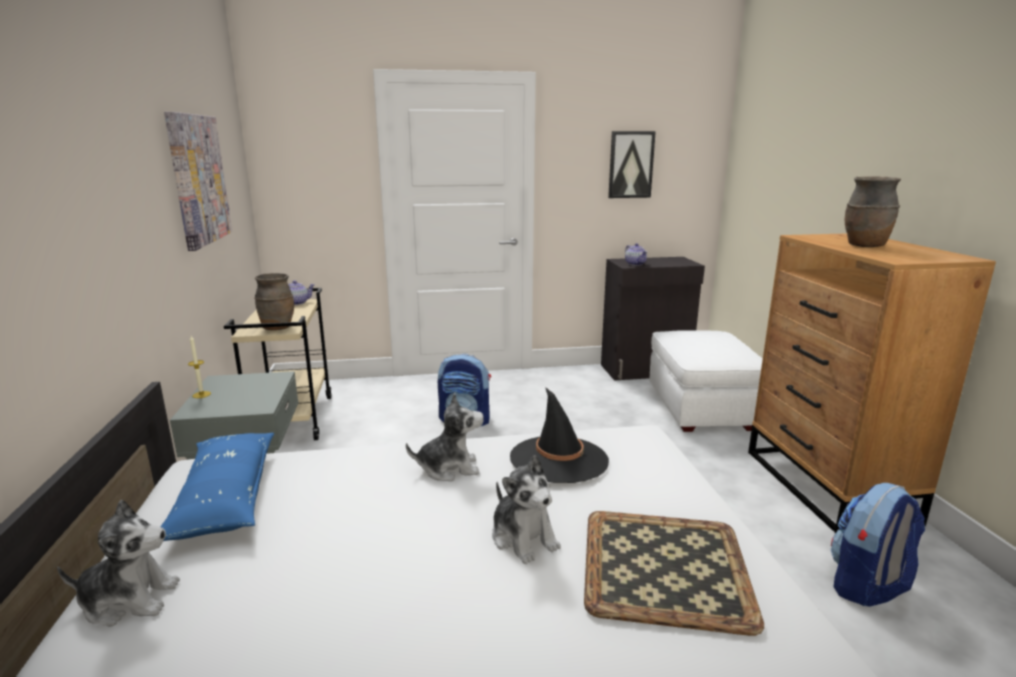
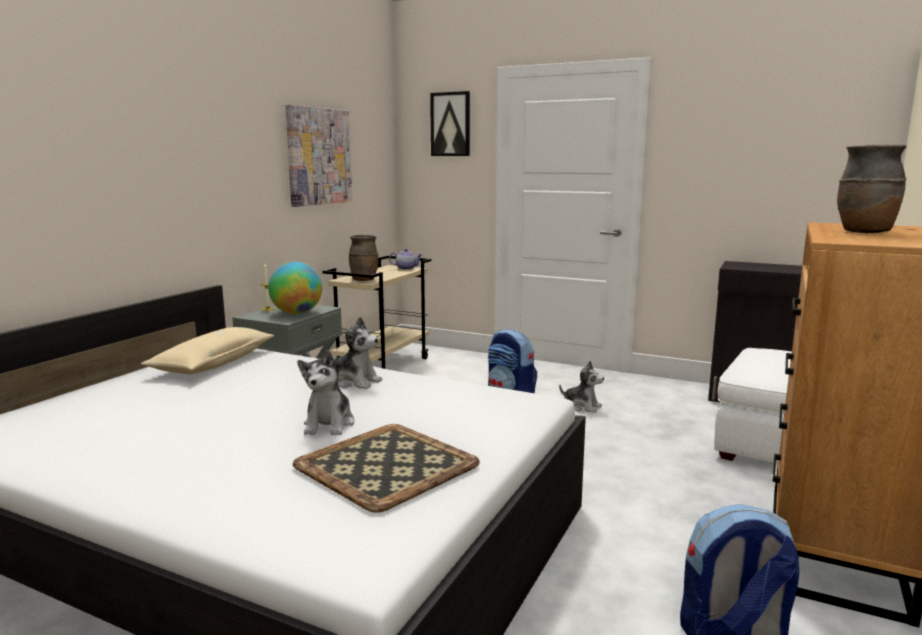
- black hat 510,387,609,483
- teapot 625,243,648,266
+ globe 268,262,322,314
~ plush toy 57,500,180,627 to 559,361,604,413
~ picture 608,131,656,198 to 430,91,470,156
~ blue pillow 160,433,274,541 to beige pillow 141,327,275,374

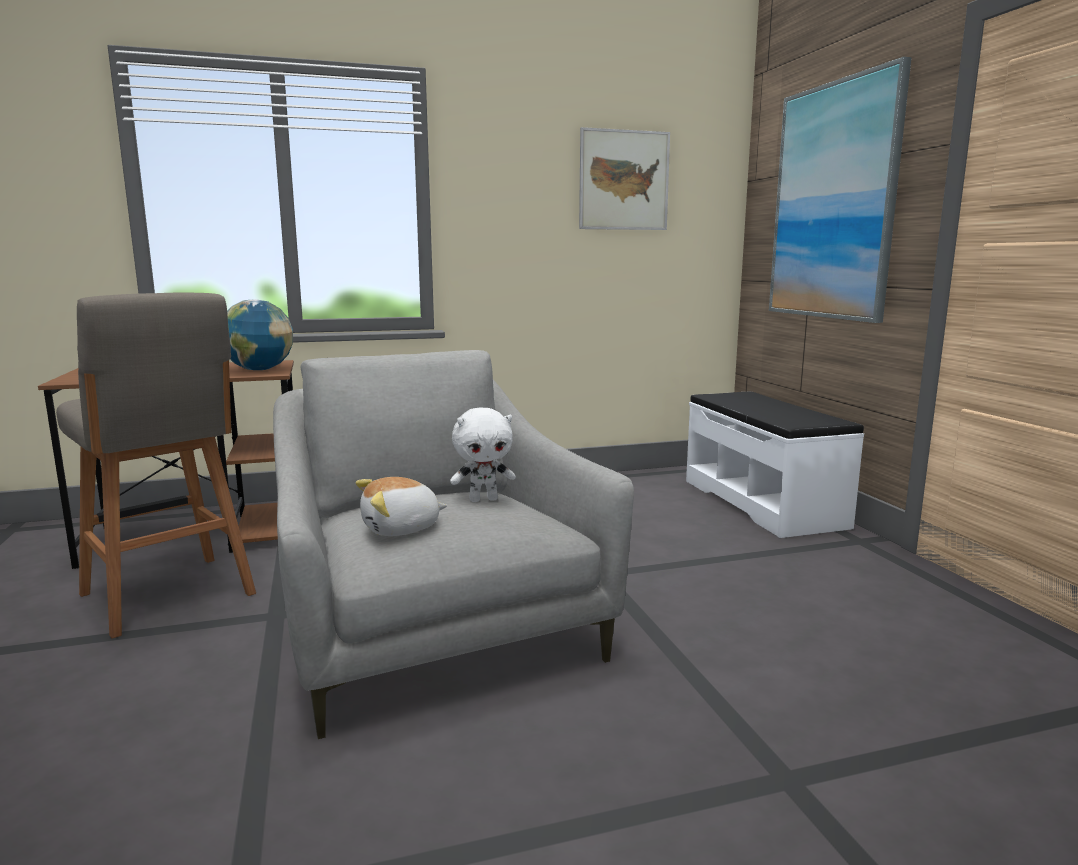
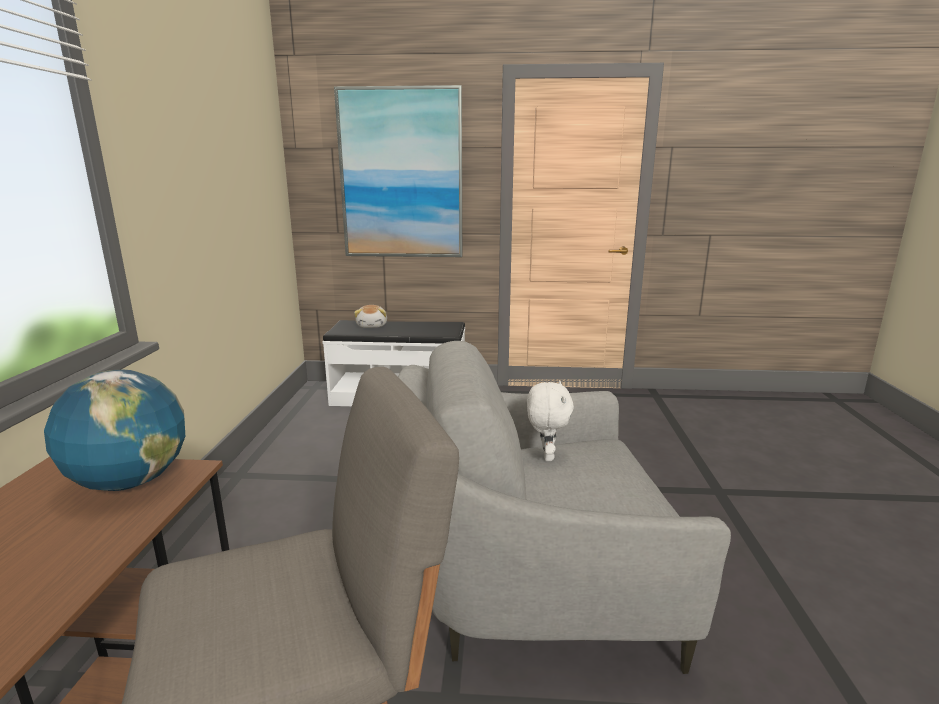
- picture 579,127,670,230
~ plush toy 356,477,448,536 to 354,305,387,328

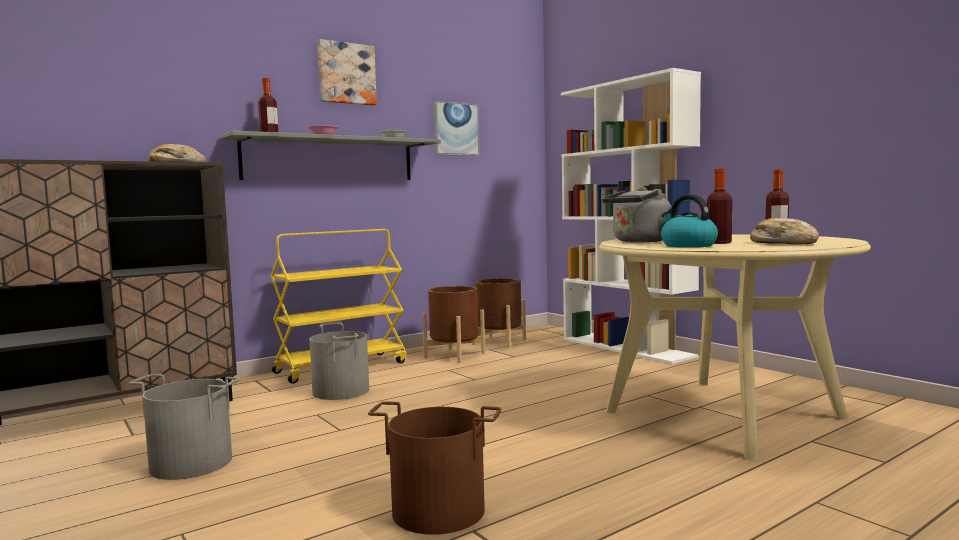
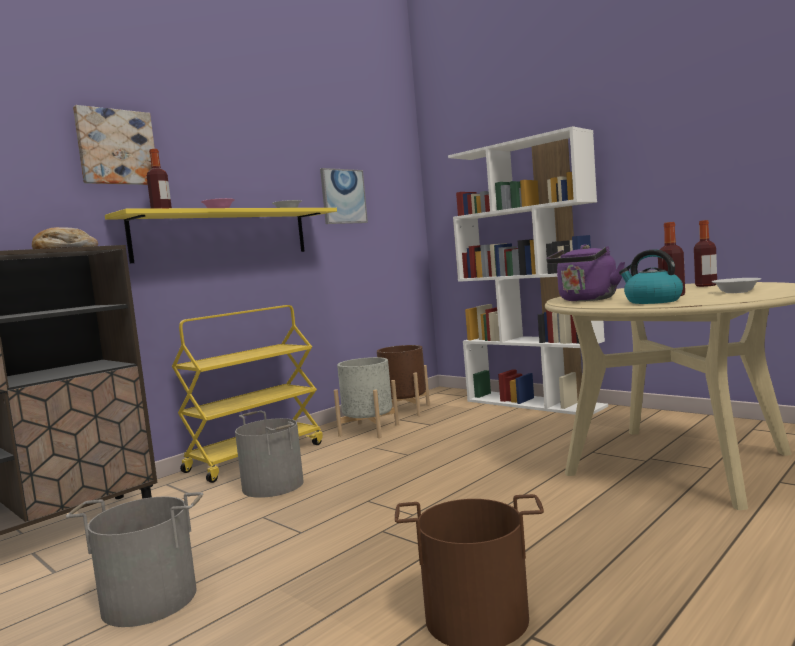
~ picture 317,39,377,106 to 73,105,155,185
~ bread 750,218,819,244 to white bowl 712,278,761,293
~ grey shelf 219,131,441,180 to yellow shelf 105,208,337,263
~ brown planter 422,286,485,363 to grey planter 334,357,399,438
~ grey kettle 602,186,672,242 to purple kettle 546,244,625,301

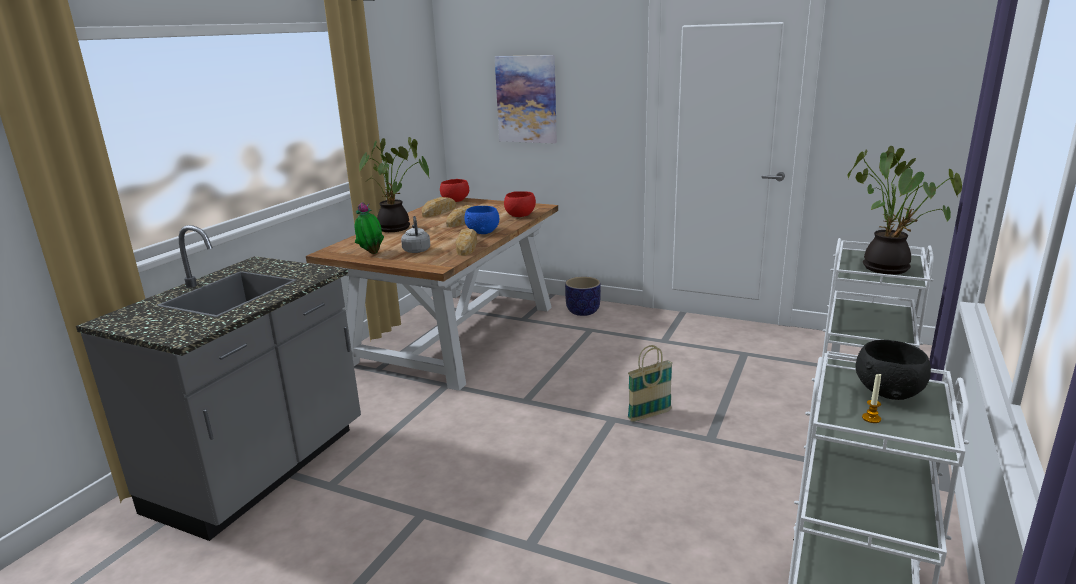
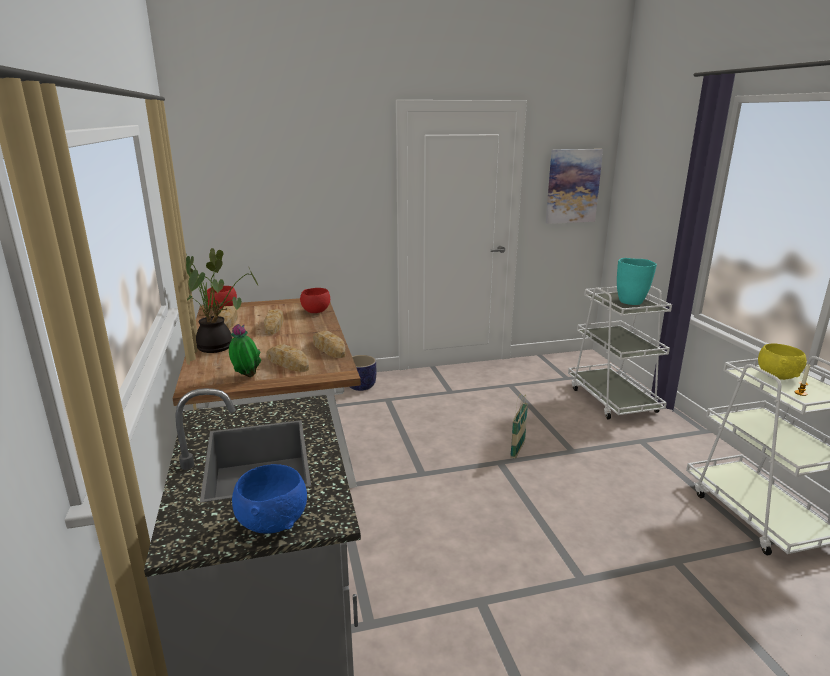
~ blue bowl 465,206,499,234 to 232,464,307,534
~ picture 495,55,557,143 to 546,149,603,224
~ grey kettle 401,216,430,253 to bread 266,344,309,372
~ potted plant 848,146,962,275 to turquoise vase 617,258,657,305
~ black bowl 856,340,931,400 to yellow bowl 758,344,807,380

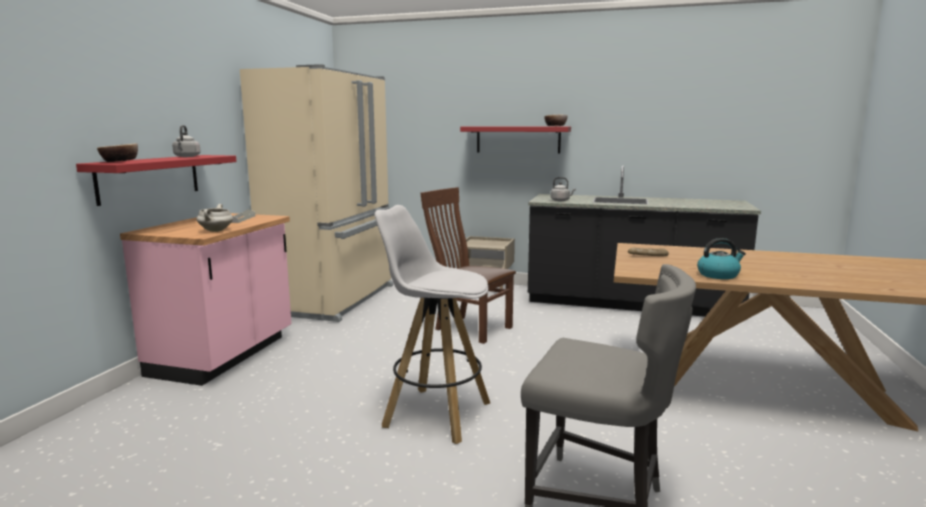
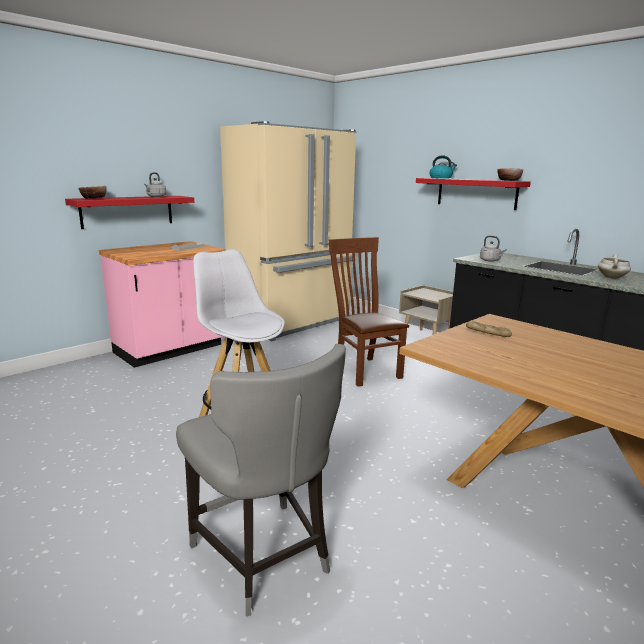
~ white cooking pot 196,204,233,232 to 598,254,631,279
~ kettle 697,238,746,279 to 430,155,457,179

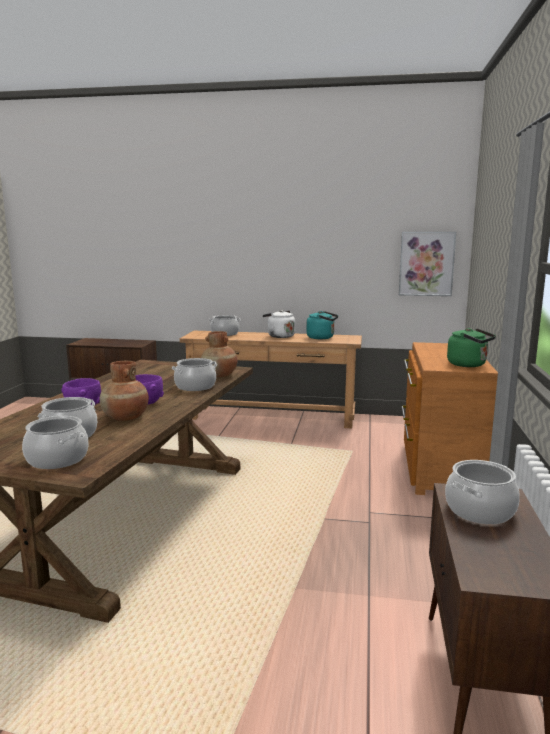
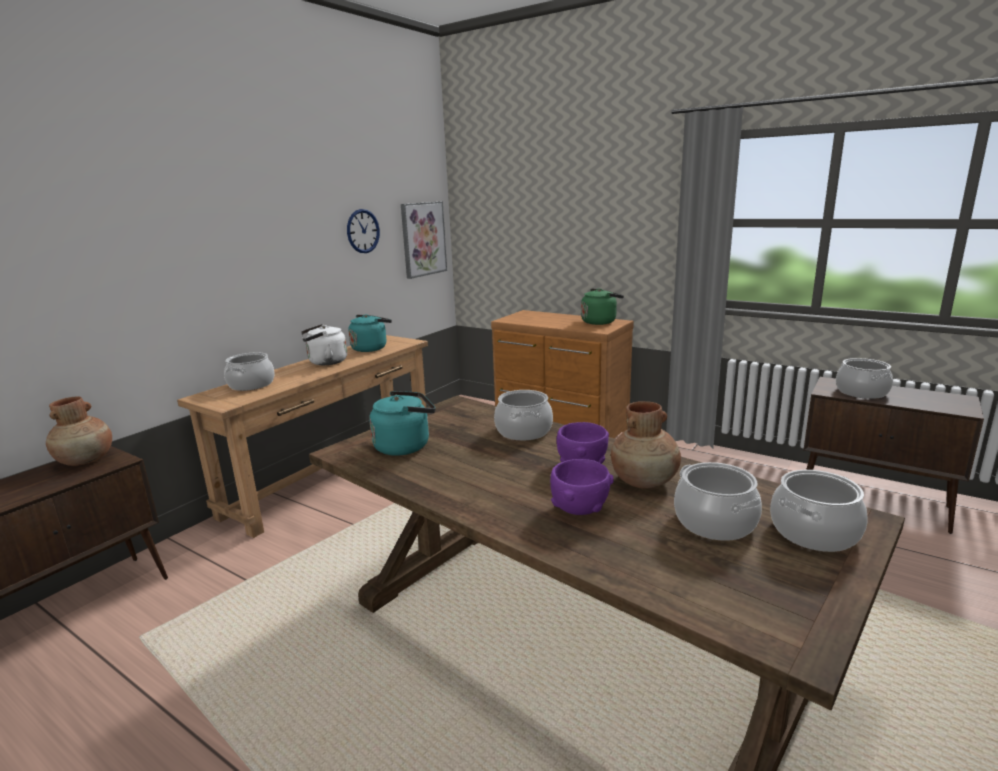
+ wall clock 347,209,380,253
+ turquoise kettle 369,391,436,456
~ brown vase 201,331,238,377 to 46,396,112,466

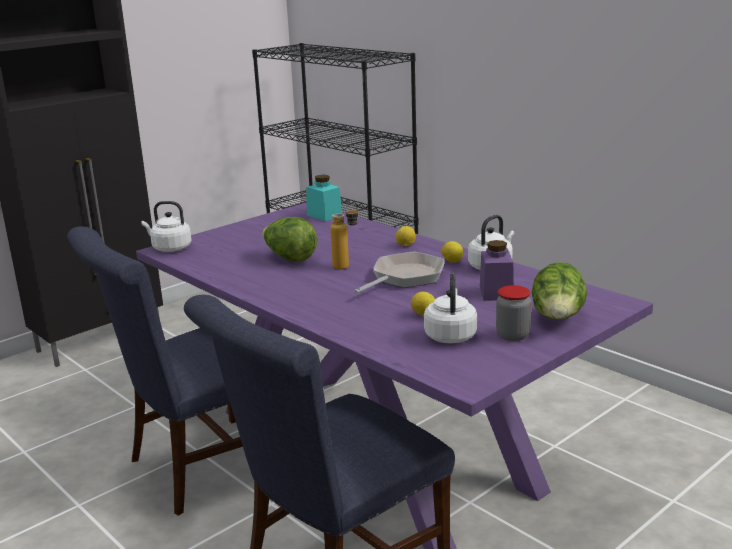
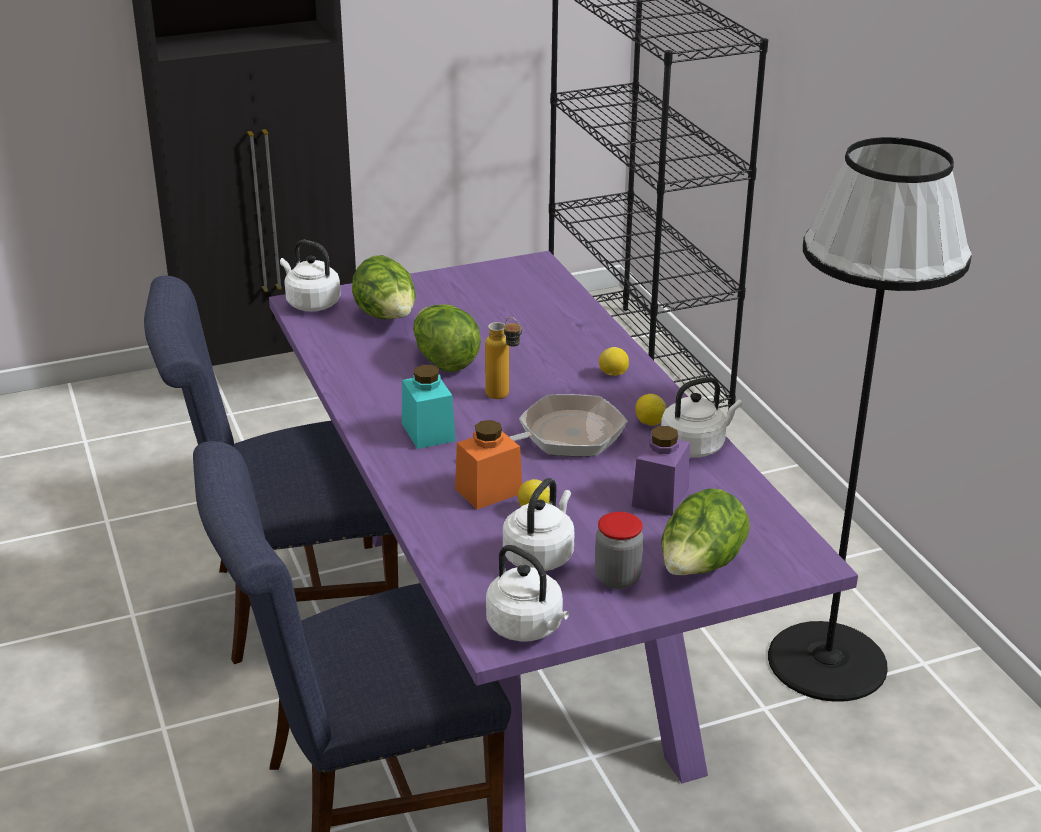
+ lettuce 352,255,416,319
+ orange jar 455,420,522,509
+ white kettle 486,545,569,642
+ black floor lamp 768,137,972,702
~ turquoise jar 306,175,342,221 to 402,365,456,449

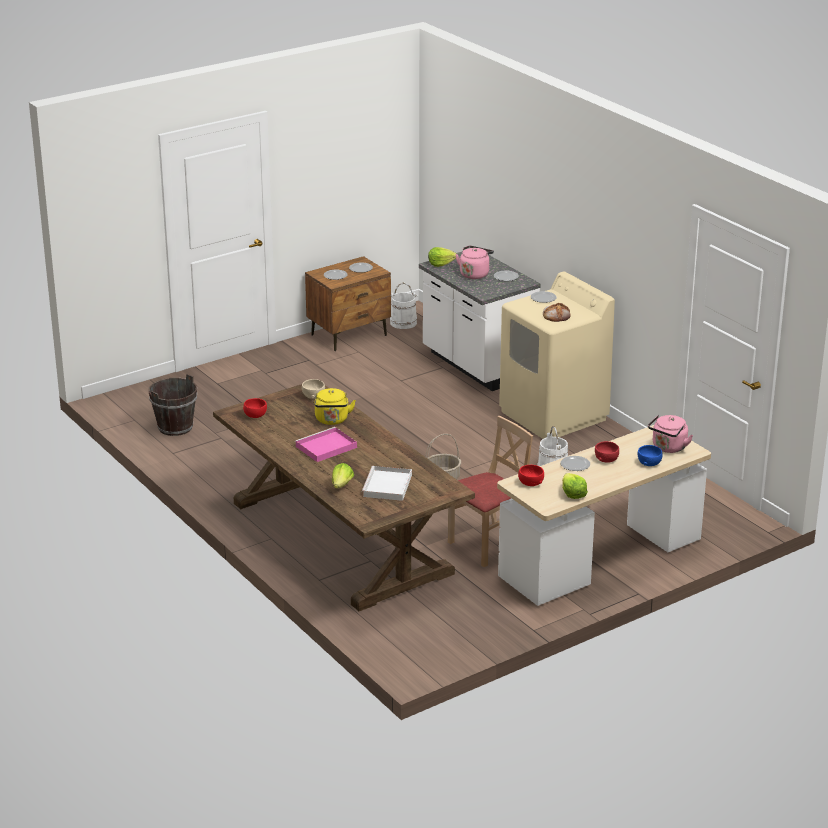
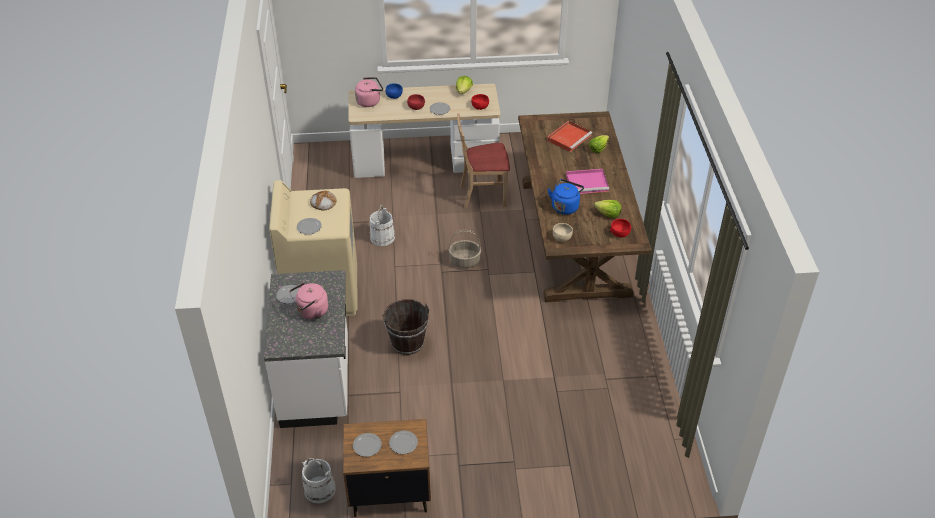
~ brown bucket 148,374,197,436 to 382,299,429,355
~ lettuce 428,247,457,267 to 594,200,621,218
~ yellow kettle 315,388,356,425 to blue kettle 548,179,584,215
~ white tray 361,466,412,501 to red tray 547,120,592,152

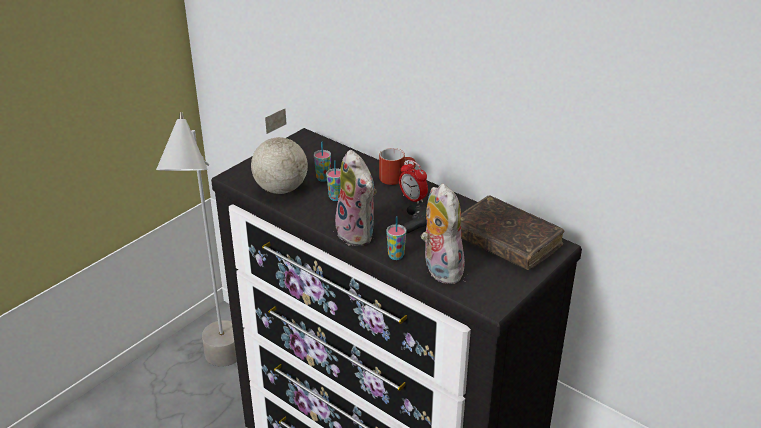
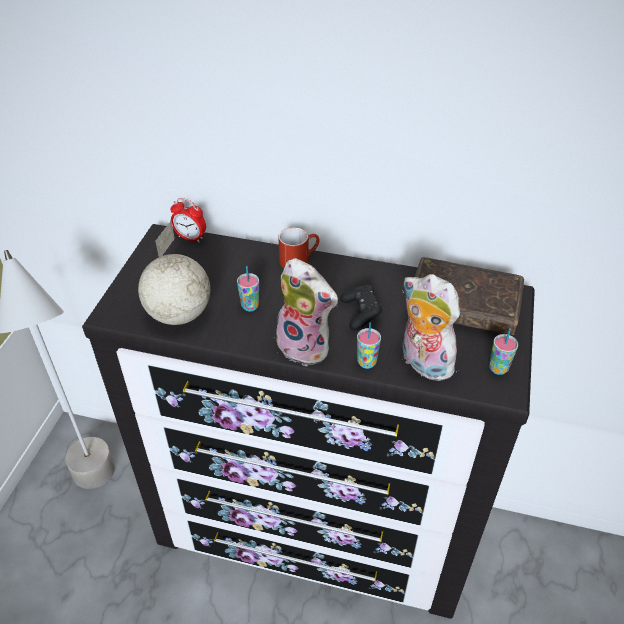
~ cup 314,142,331,182 to 489,328,518,375
~ alarm clock 399,160,428,204 to 170,198,206,243

